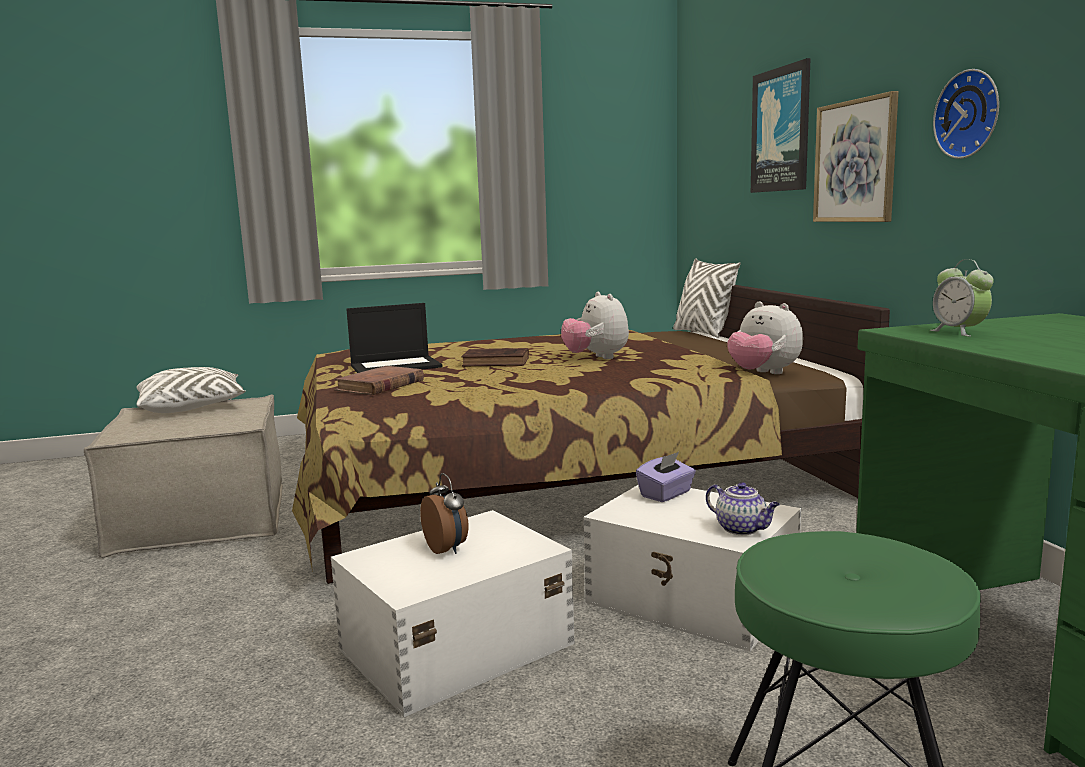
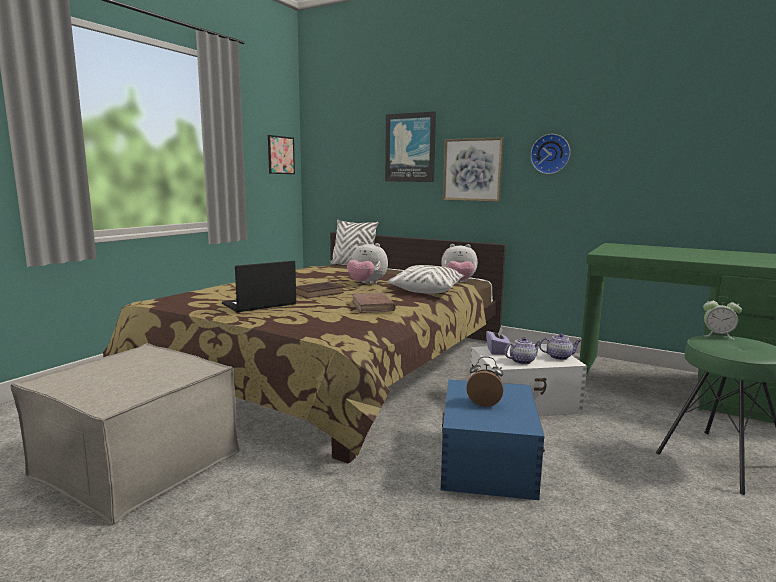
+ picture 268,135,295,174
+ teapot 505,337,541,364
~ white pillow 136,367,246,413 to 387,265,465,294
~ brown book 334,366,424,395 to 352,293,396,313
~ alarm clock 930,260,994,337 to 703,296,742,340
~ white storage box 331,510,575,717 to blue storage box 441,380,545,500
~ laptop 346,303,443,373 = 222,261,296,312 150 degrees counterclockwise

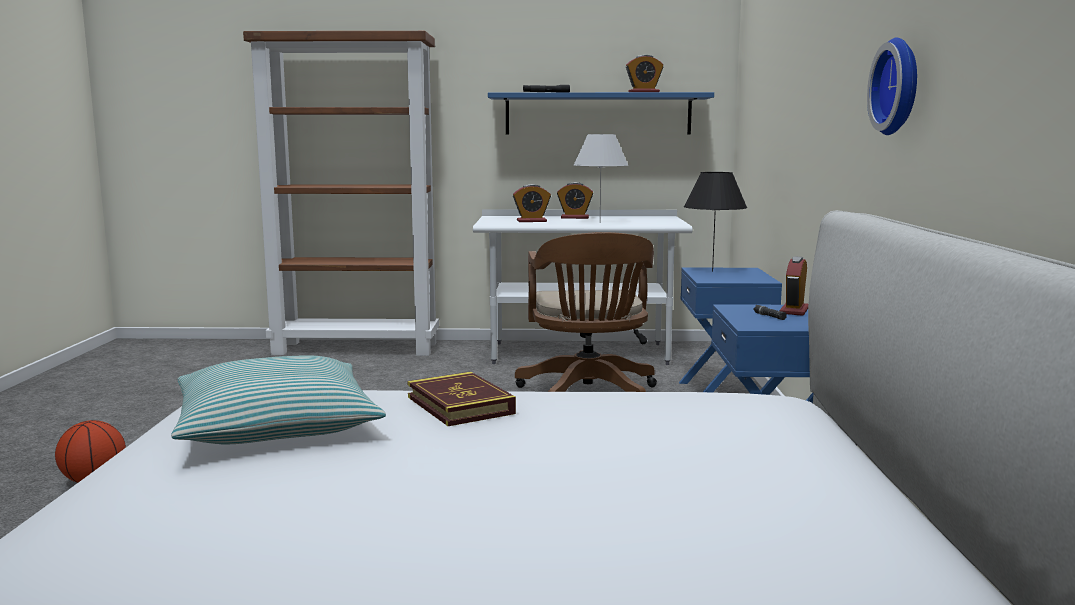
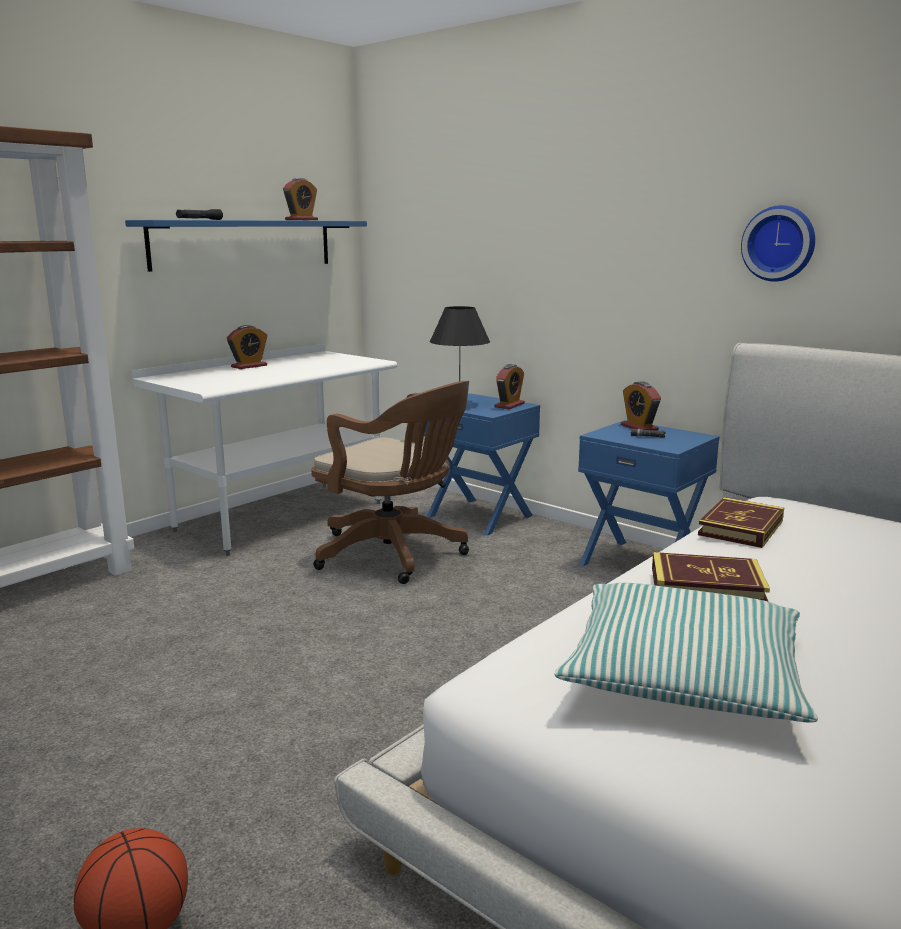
- white table lamp 574,134,628,214
+ book 698,497,784,548
~ alarm clock 513,184,551,222 to 495,364,525,409

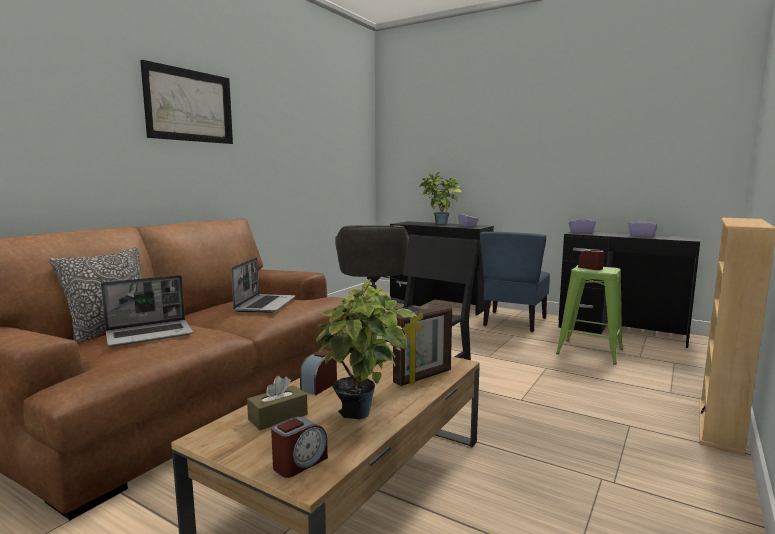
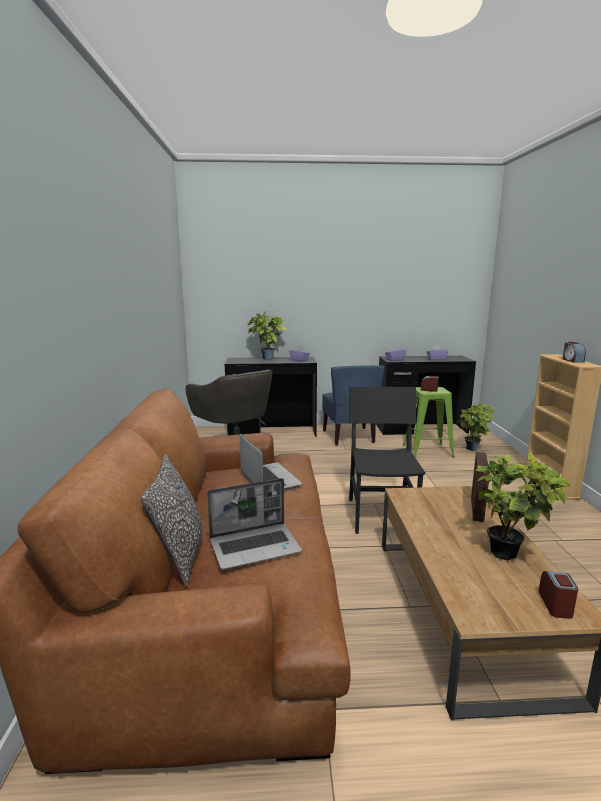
- picture 140,60,233,144
- brown tissue box 247,376,308,430
+ potted plant 457,402,495,451
~ alarm clock 300,349,337,395 to 563,342,586,363
~ laptop 101,275,194,347 = 207,478,302,570 45 degrees clockwise

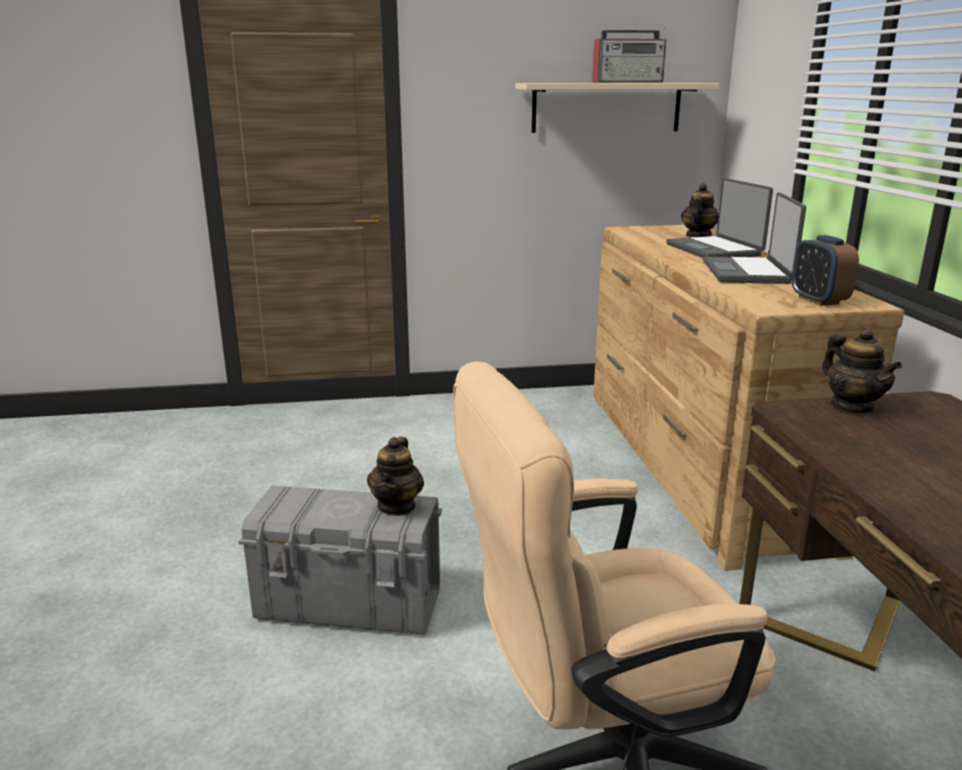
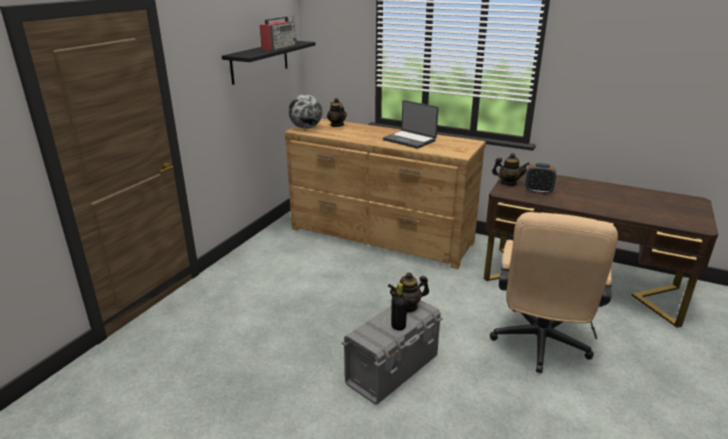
- laptop 666,178,773,258
+ globe 289,94,322,129
+ black bottle 391,283,407,331
~ alarm clock 791,235,859,306 to 525,163,556,194
~ beige shelf 515,83,720,133 to black shelf 222,41,316,85
~ teapot 367,437,424,516 = 388,272,429,312 120 degrees clockwise

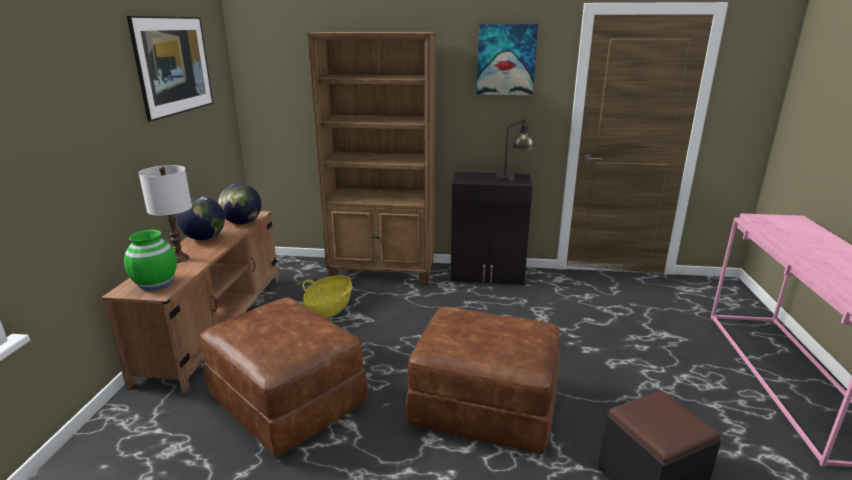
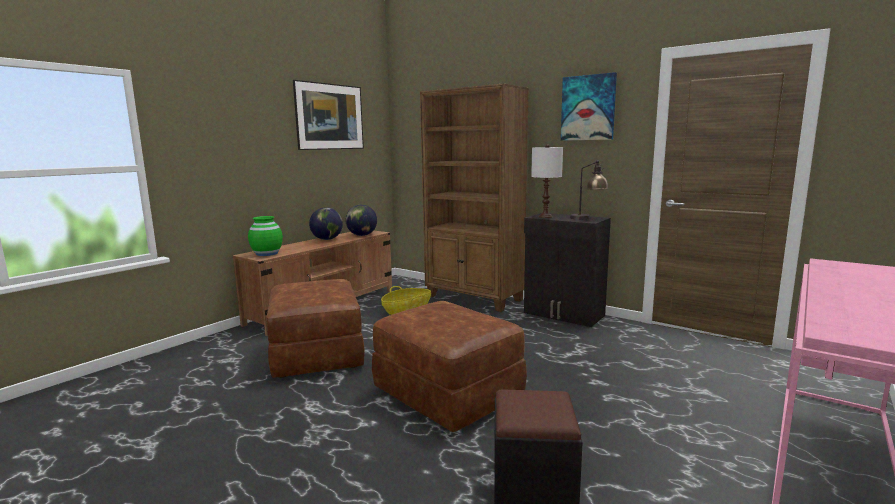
~ white table lamp 139,165,192,263 to 531,144,563,218

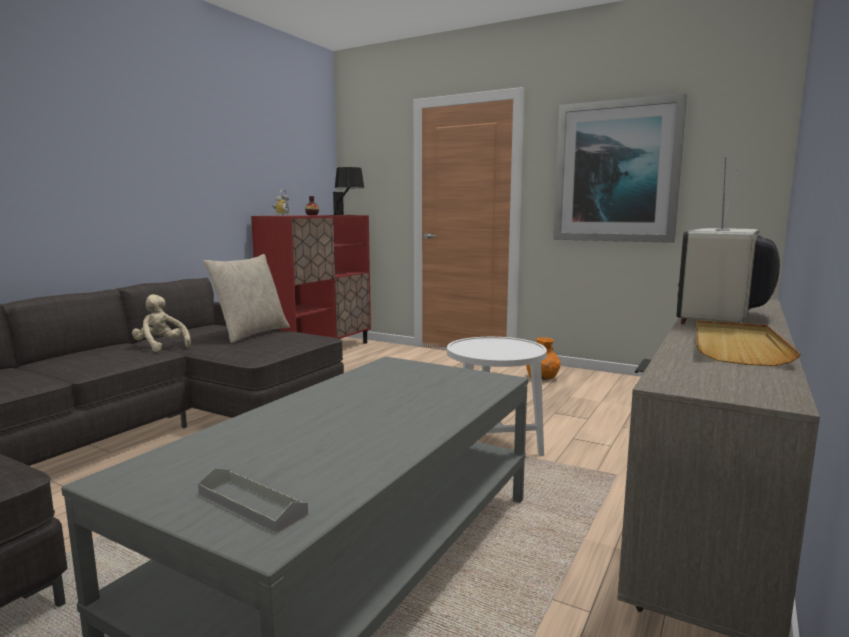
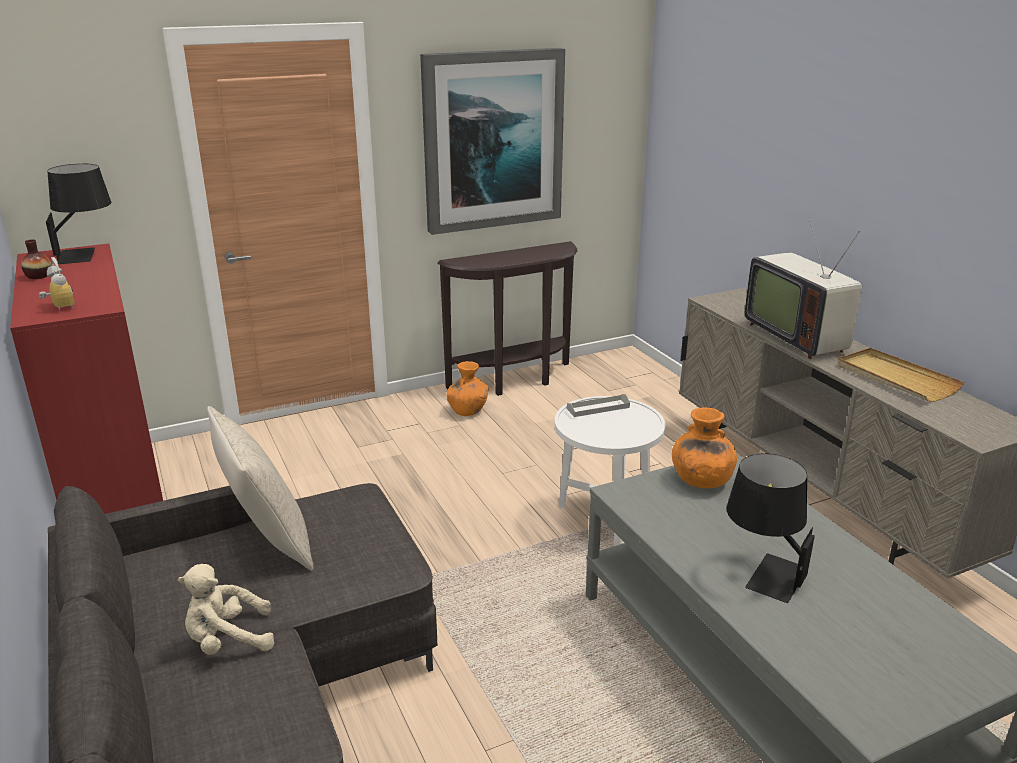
+ brown console table 437,241,577,396
+ orange vase 672,408,737,488
+ black table lamp 727,454,815,603
~ grey tray 198,468,308,533 to 567,394,630,417

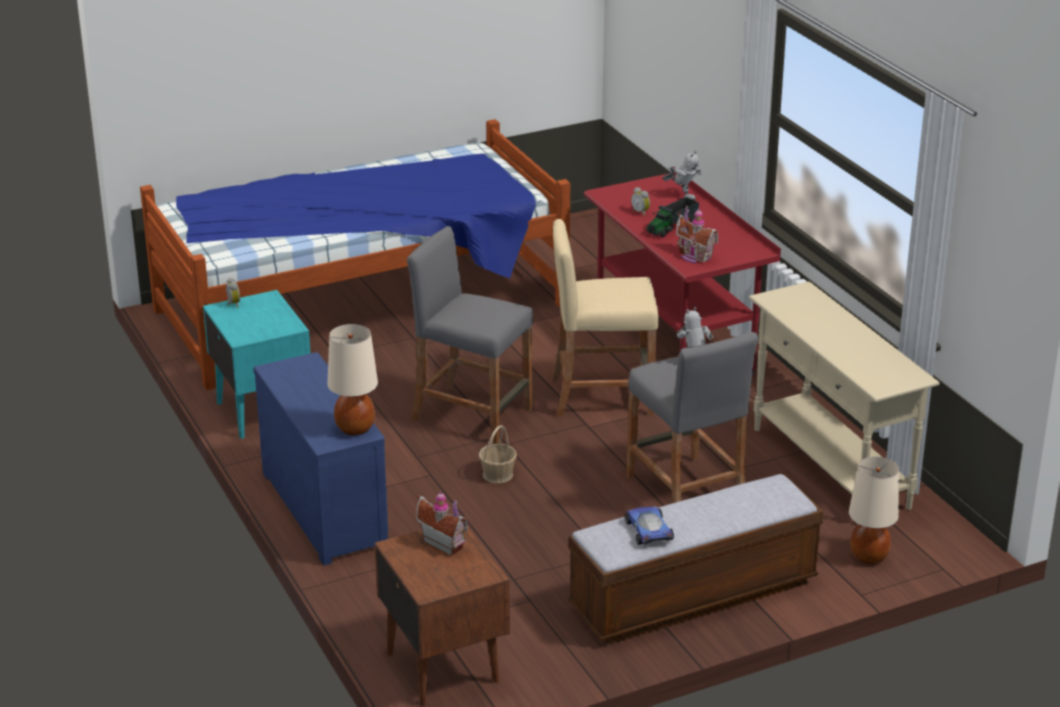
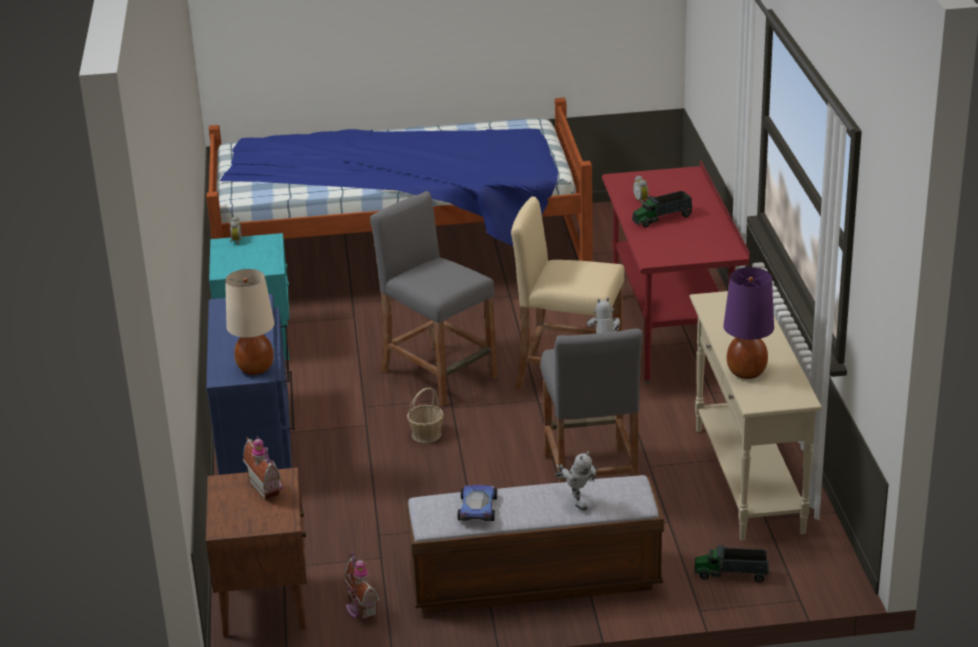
+ purple table lamp 723,267,774,379
~ toy robot 662,150,702,200 to 555,451,597,510
~ toy house 676,205,718,264 to 345,550,379,619
~ beige table lamp 849,457,899,564 to toy truck 695,545,769,583

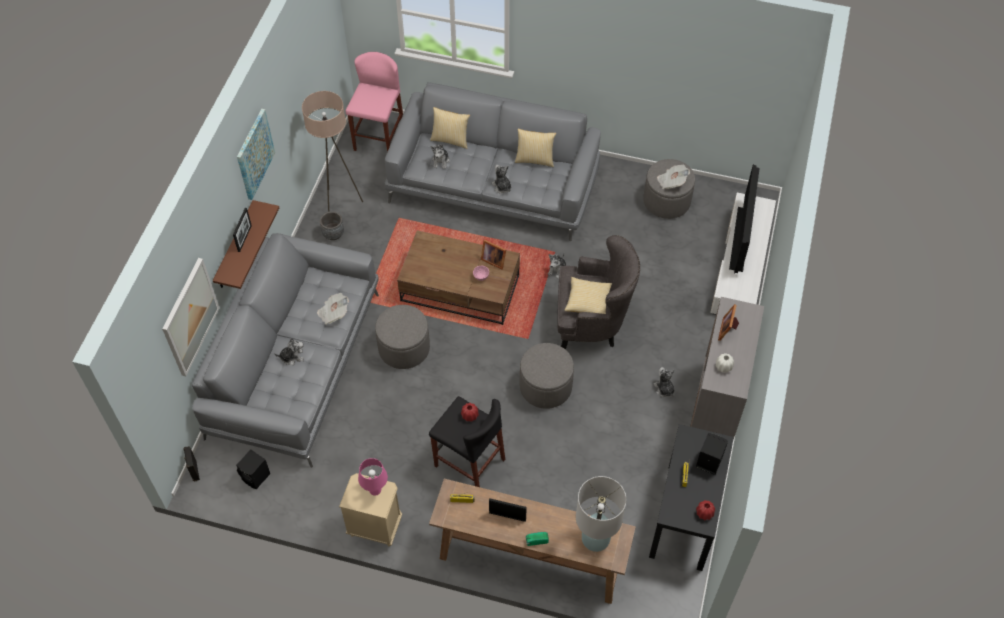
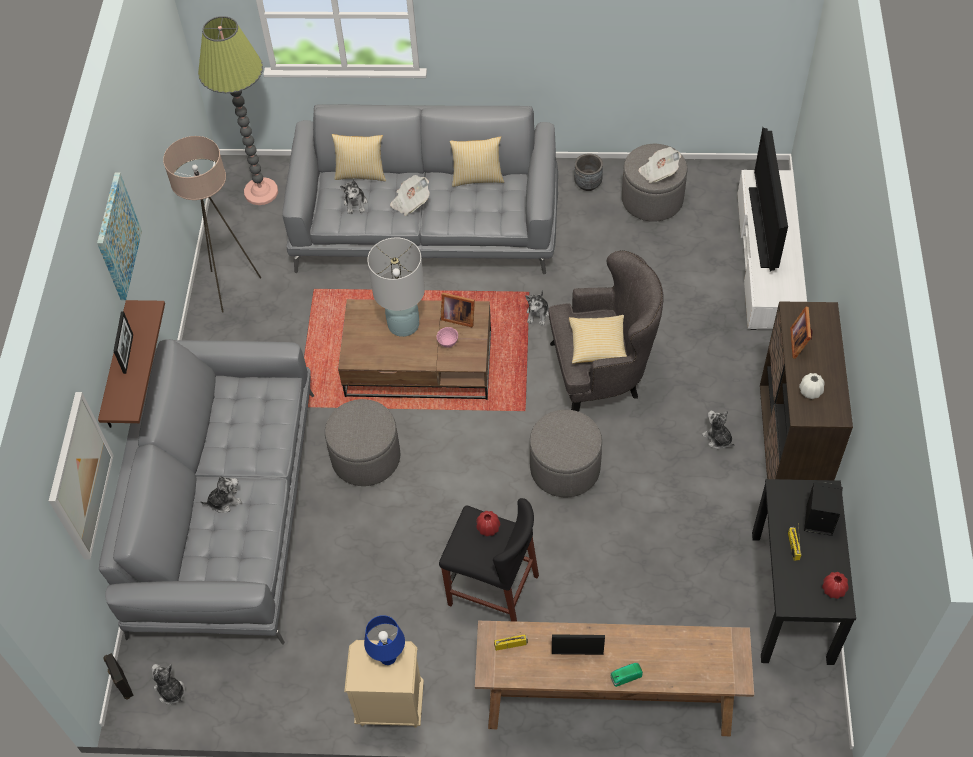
- black speaker 236,450,270,489
~ newspaper 317,293,349,325 to 390,175,430,216
~ grey planter 320,211,344,240 to 574,153,603,191
~ plush toy 492,165,511,194 to 151,664,185,705
~ white table lamp 576,476,627,552 to 367,237,425,337
~ pink stool 345,52,403,152 to floor lamp 198,16,278,205
~ pink table lamp 358,458,388,496 to blue table lamp 364,615,405,665
~ grey cabinet 690,297,764,440 to brown cabinet 760,301,853,480

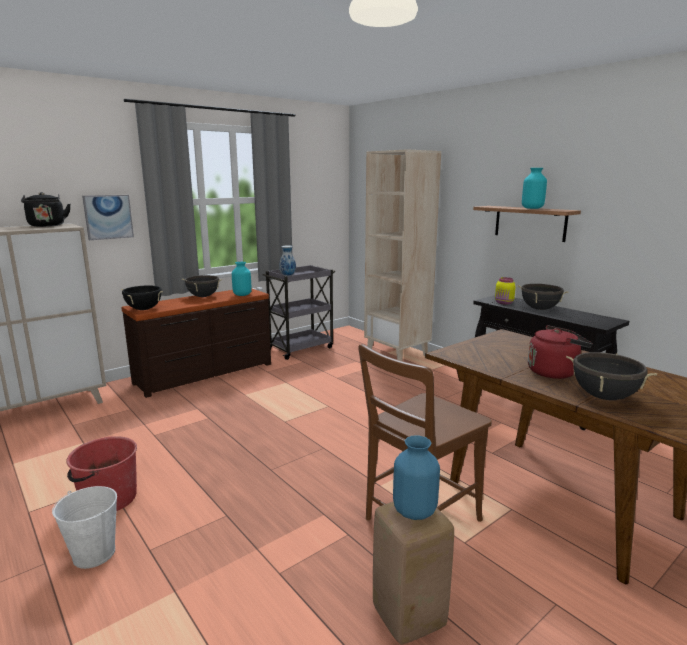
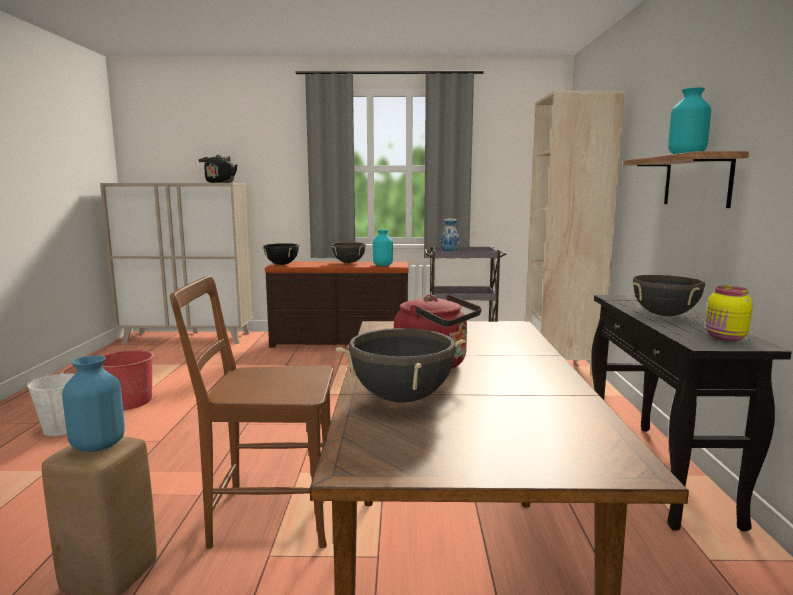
- picture 82,195,134,240
~ yellow jar 495,277,516,305 to 705,286,753,341

